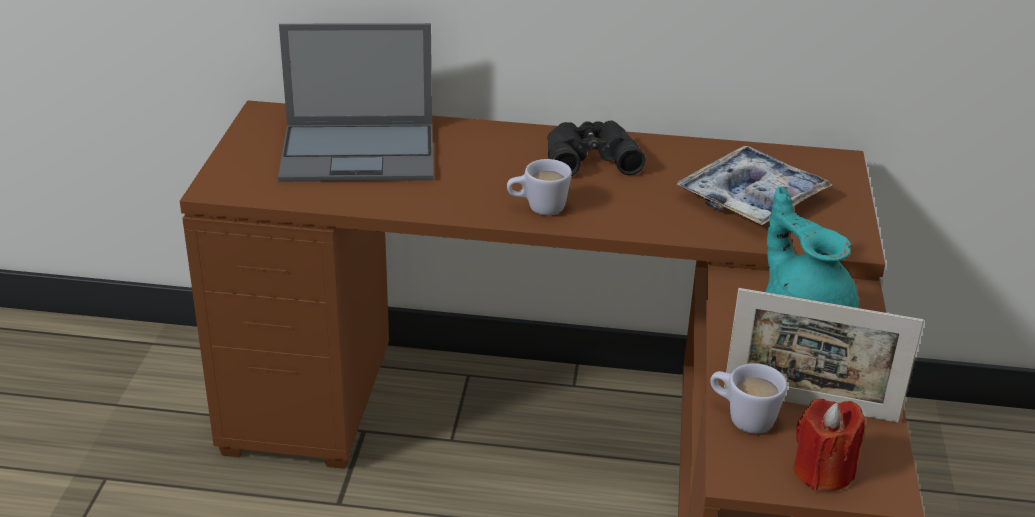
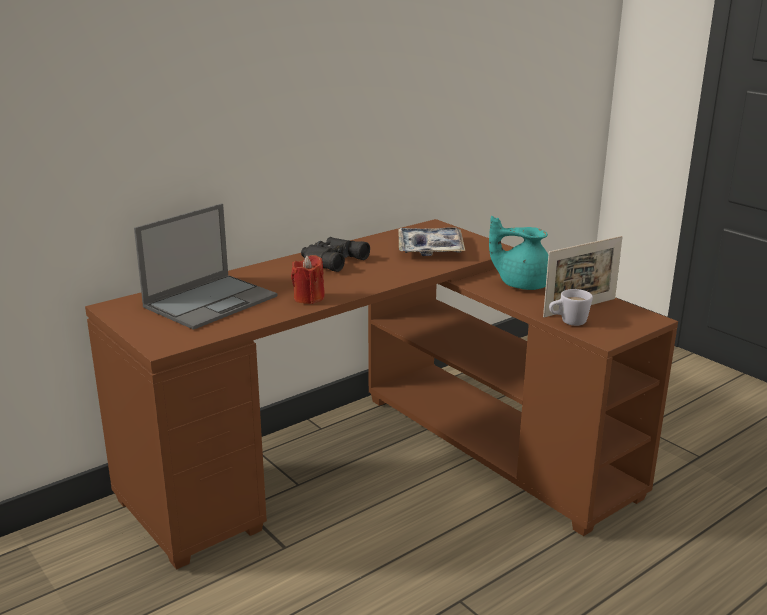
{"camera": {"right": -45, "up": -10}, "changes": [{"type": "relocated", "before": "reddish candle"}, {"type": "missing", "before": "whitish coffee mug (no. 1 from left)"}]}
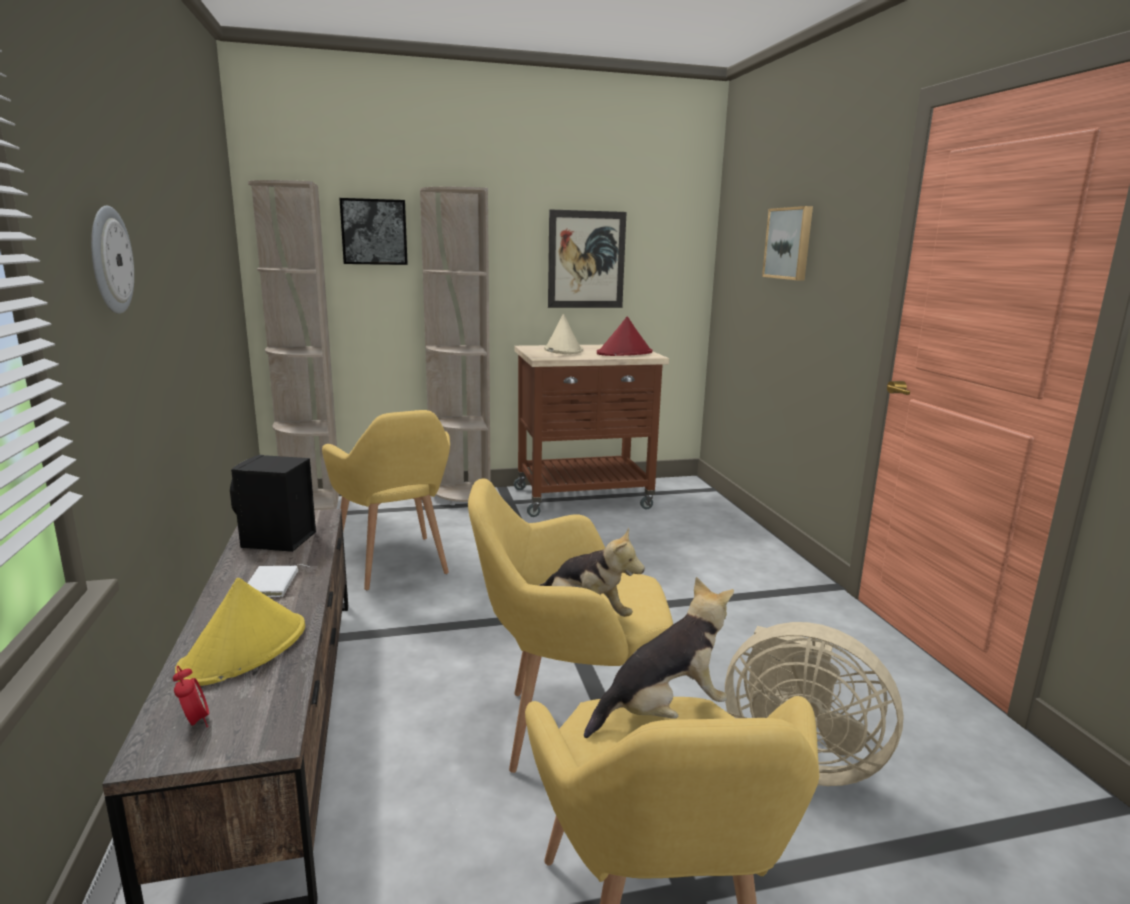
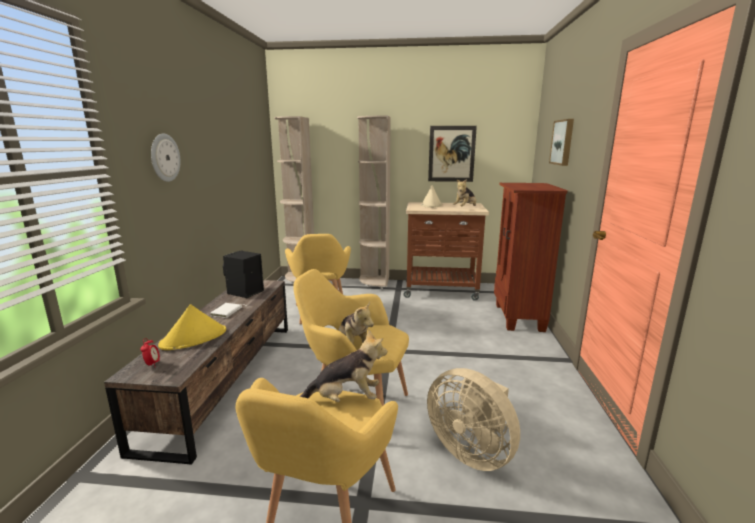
{"camera": {"right": 20, "up": 0}, "changes": [{"type": "exchanged", "before": "reddish hat", "after": "plush toy (no. 3 from left)"}, {"type": "appeared", "after": "brown-coloured cabinet"}, {"type": "missing", "before": "wall picture (no. 1 from left)"}]}
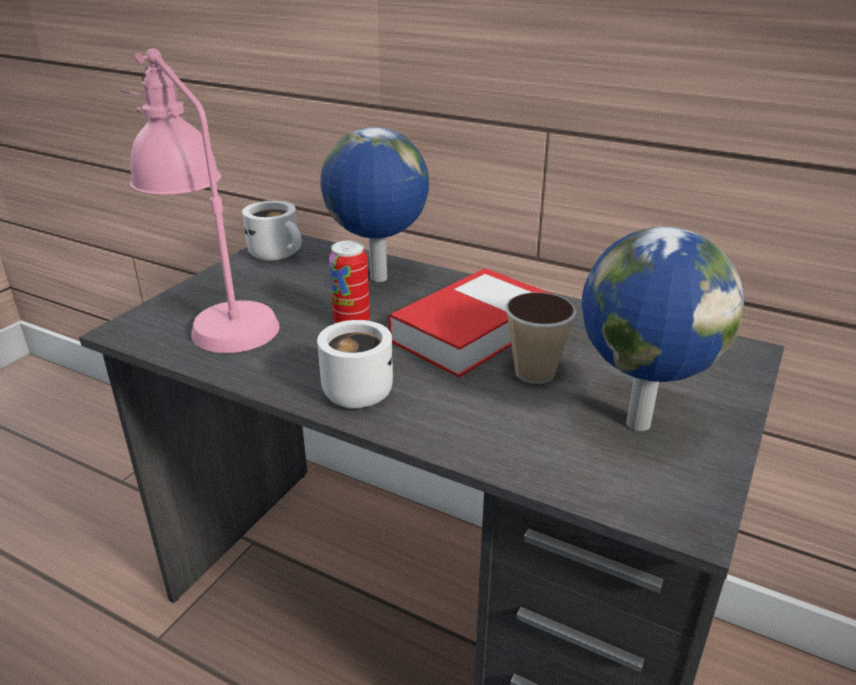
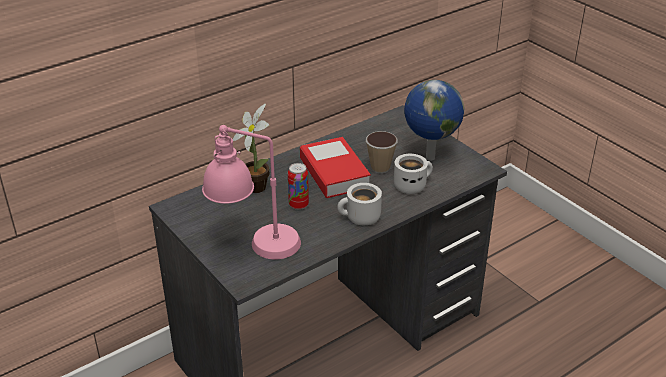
{"camera": {"right": -65, "up": 5}, "changes": [{"type": "exchanged", "before": "desk globe (no. 1 from left)", "after": "potted plant"}, {"type": "relocated", "before": "whitish coffee mug (no. 1 from left in the first image)", "after": "whitish coffee mug (no. 2 from left)"}]}
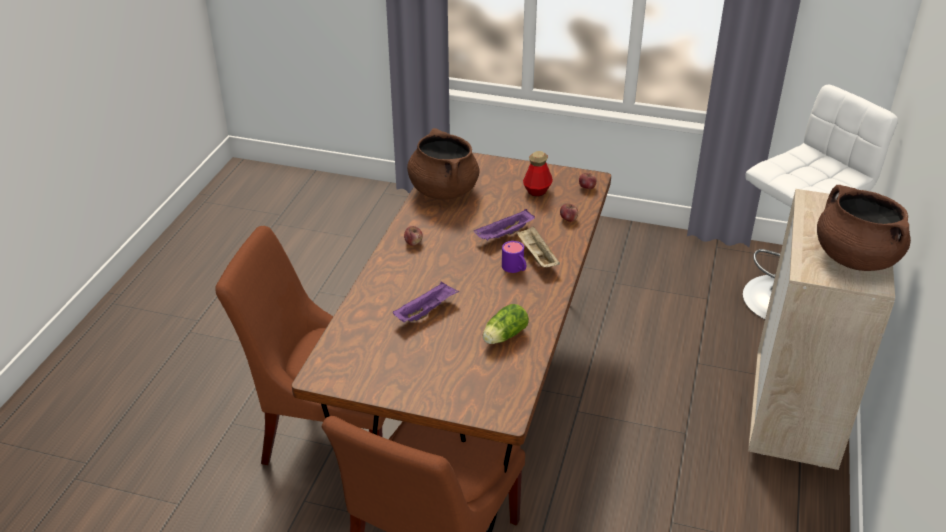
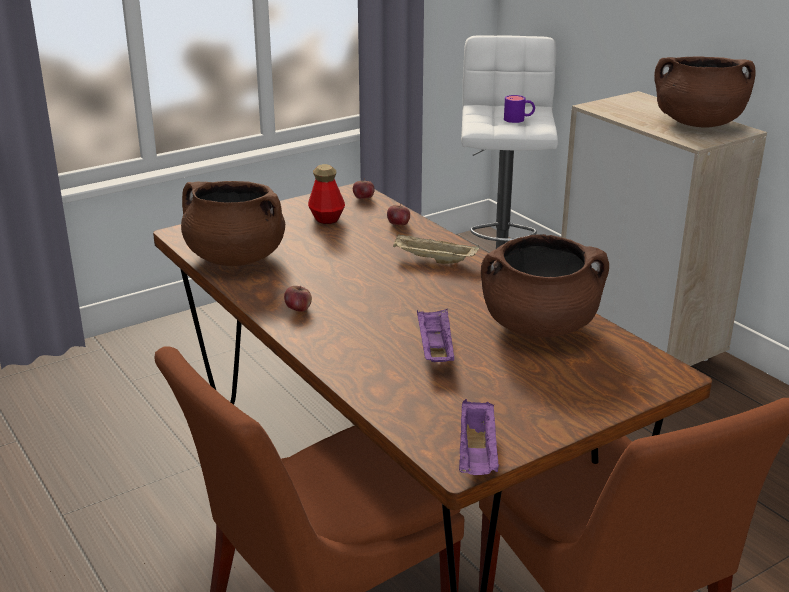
{"camera": {"right": -50, "up": -10}, "changes": [{"type": "relocated", "before": "purplish serving tray (no. 2 from left)"}, {"type": "exchanged", "before": "lettuce", "after": "brown-coloured cooking pot (no. 2 from left)"}, {"type": "relocated", "before": "purplish coffee mug"}]}
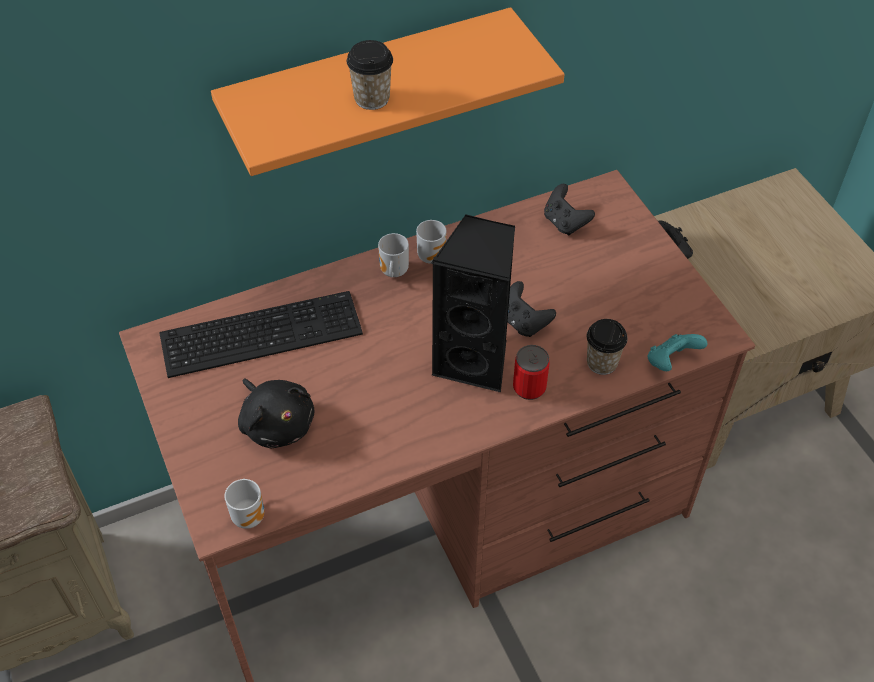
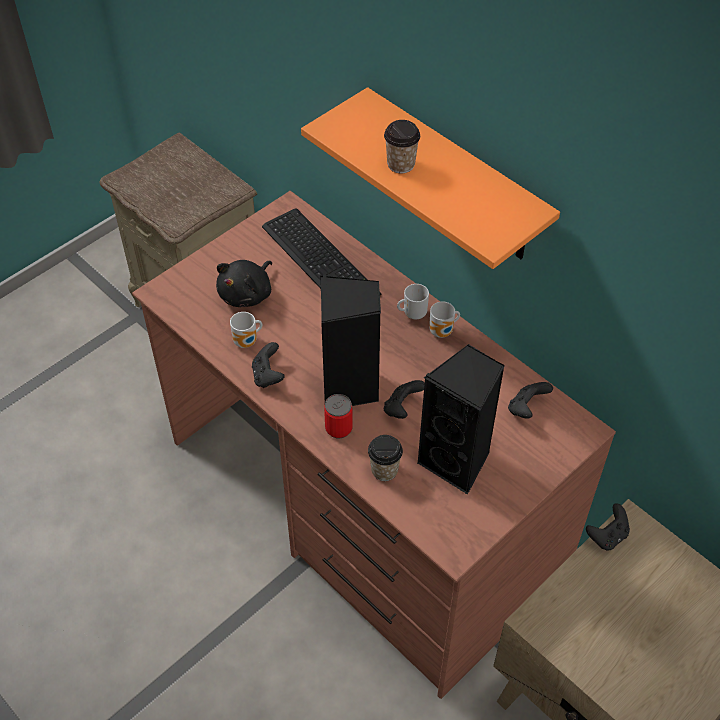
{"camera": {"right": 70, "up": 0}, "changes": [{"type": "relocated", "before": "coffee mug (no. 1 from left)"}, {"type": "appeared", "after": "black-coloured game controller (no. 1 from left)"}, {"type": "appeared", "after": "black-coloured audio speaker (no. 2 from left)"}, {"type": "missing", "before": "turquoise game controller"}]}
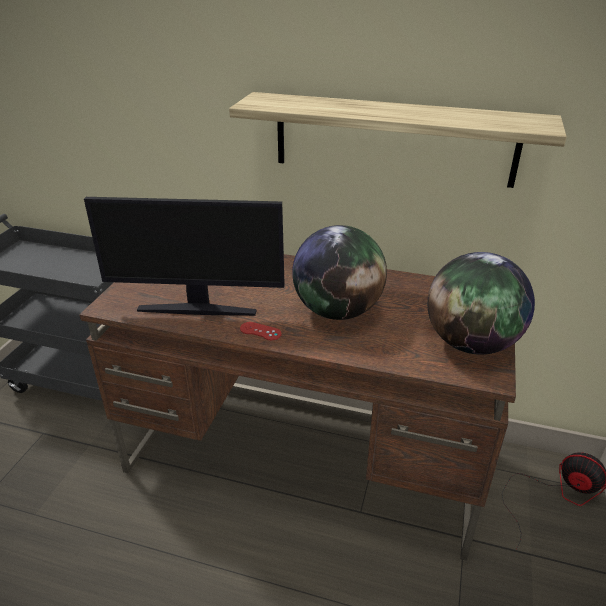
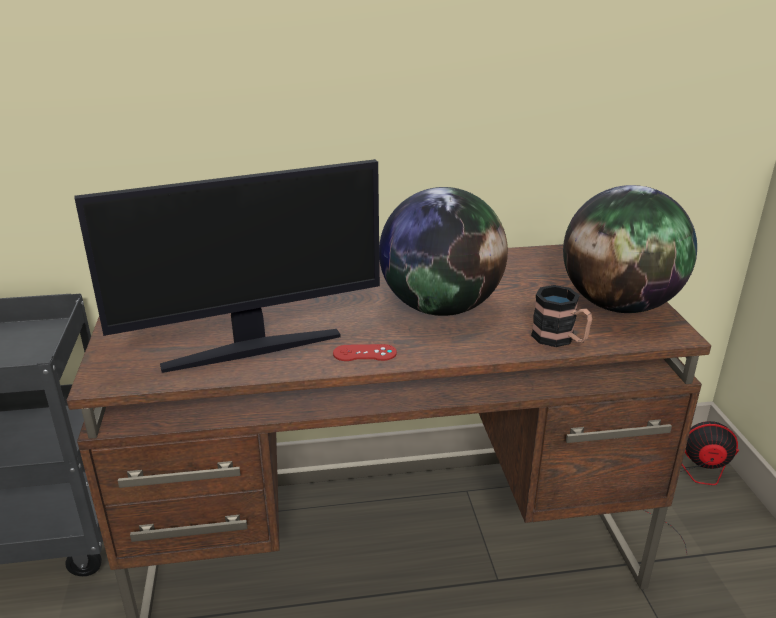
{"camera": {"right": -25, "up": -5}, "changes": [{"type": "appeared", "after": "coffee mug"}, {"type": "missing", "before": "shelf"}]}
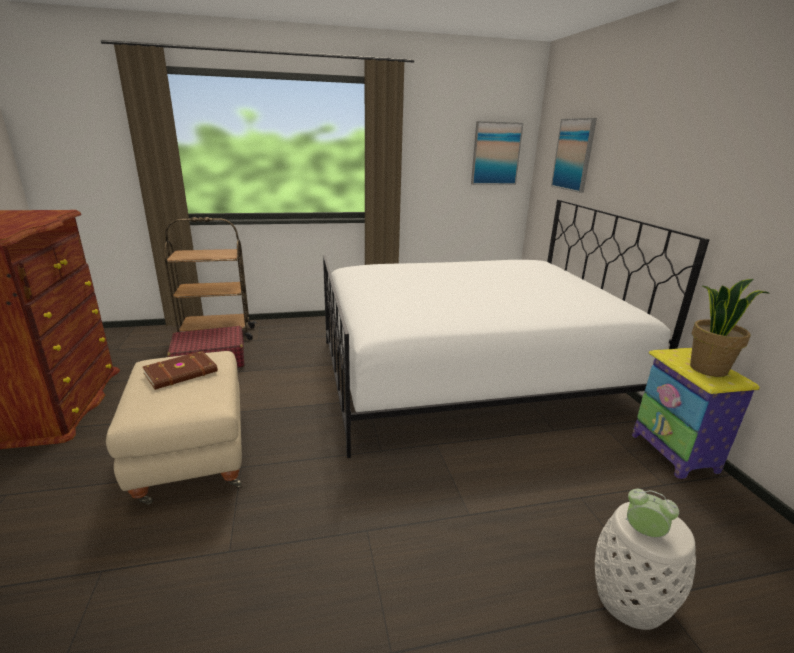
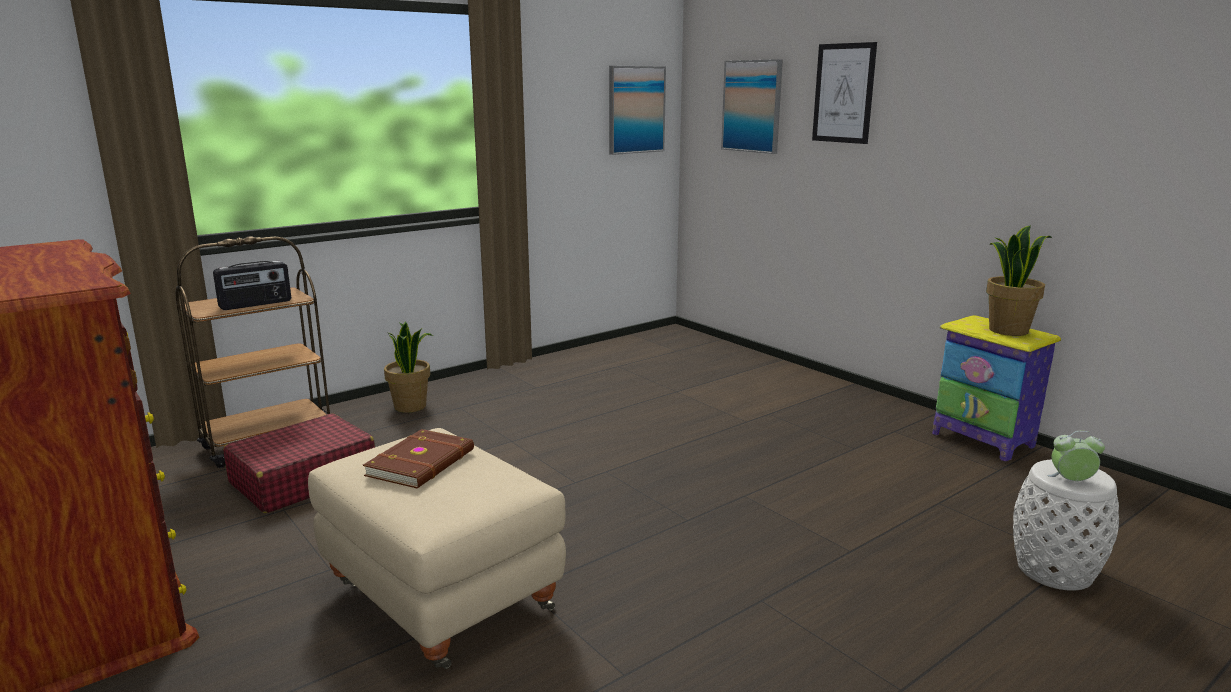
{"camera": {"right": -25, "up": -5}, "changes": [{"type": "appeared", "after": "radio receiver"}, {"type": "appeared", "after": "potted plant (no. 1 from left)"}, {"type": "appeared", "after": "wall picture (no. 3 from left)"}, {"type": "missing", "before": "whitish sleeping bed"}]}
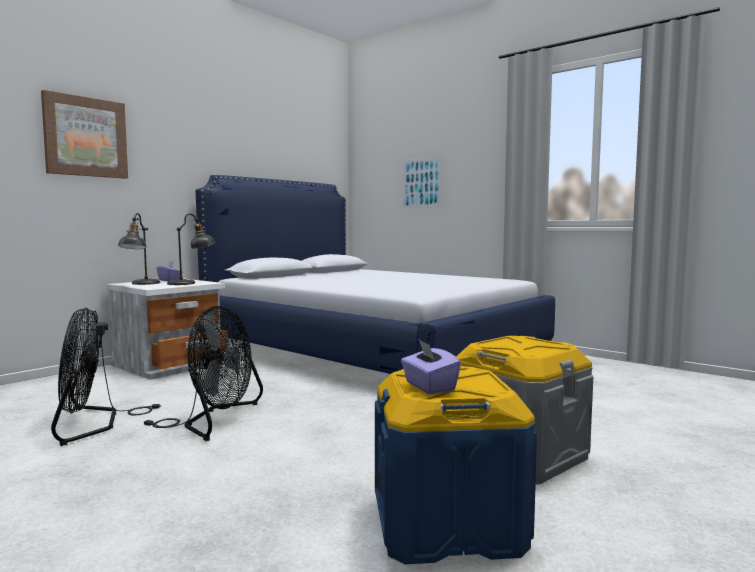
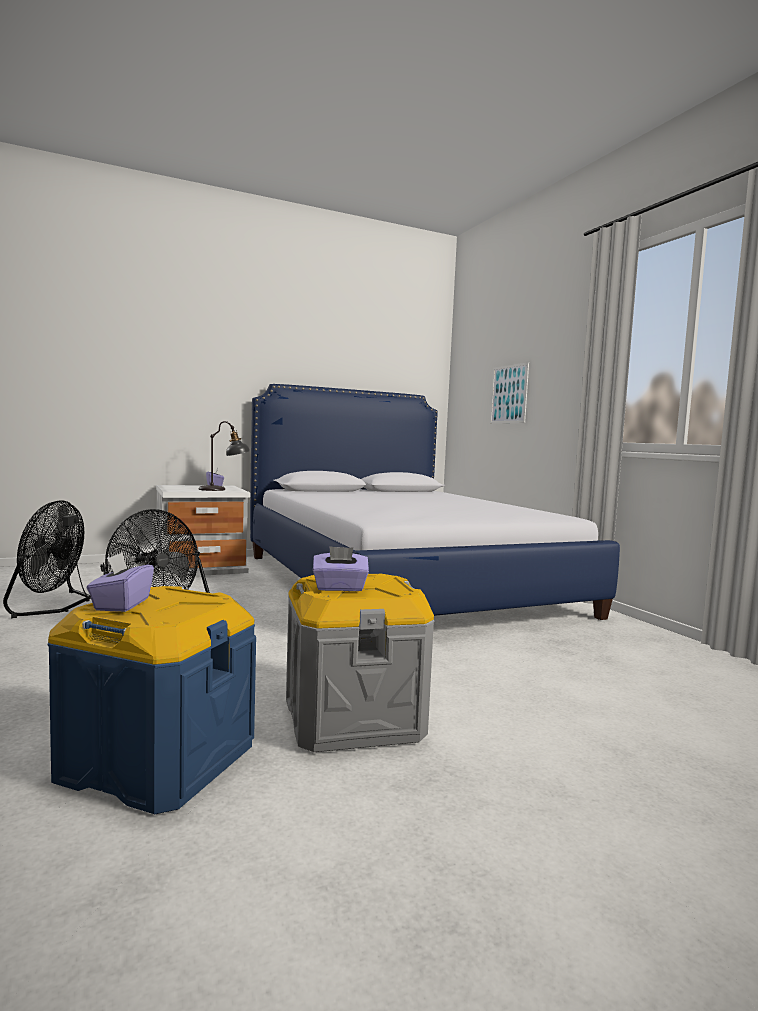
{"camera": {"right": 25, "up": 0}, "changes": [{"type": "appeared", "after": "purplish tissue holder (no. 3 from left)"}, {"type": "missing", "before": "wall picture (no. 1 from left)"}, {"type": "missing", "before": "grey lamp for a table (no. 1 from left)"}]}
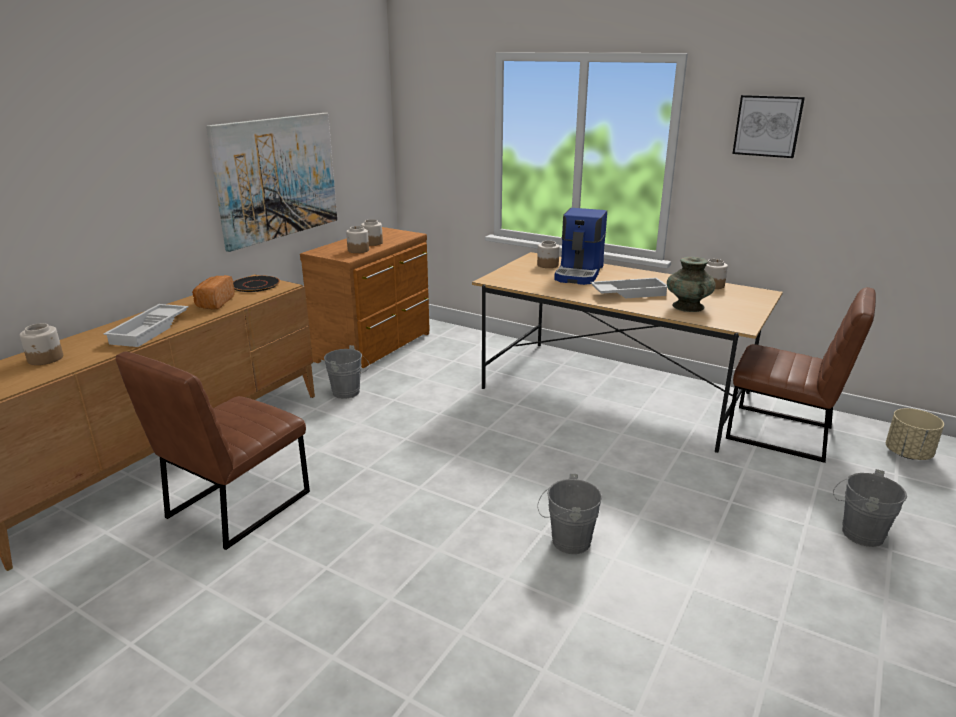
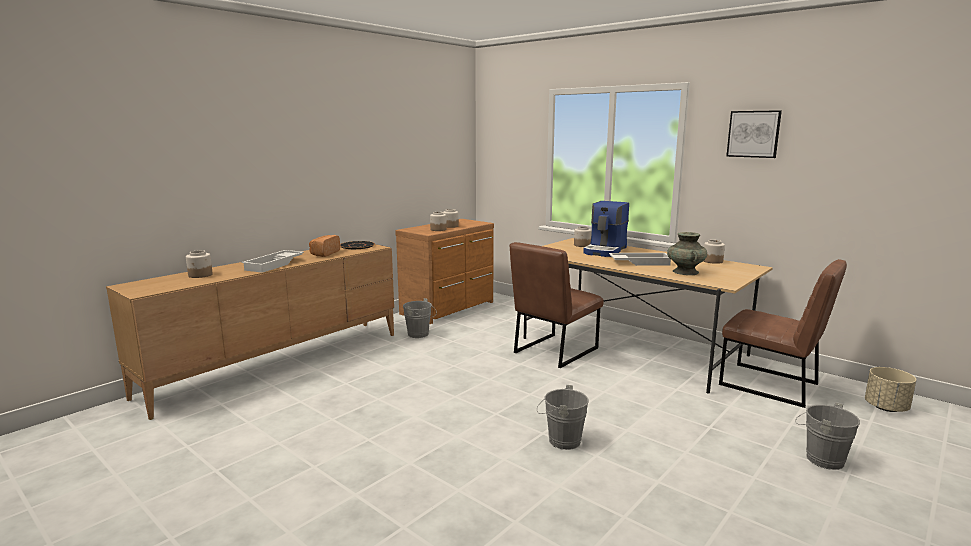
{"camera": {"right": 10, "up": -10}, "changes": [{"type": "relocated", "before": "brown-coloured plain chair (no. 1 from left)"}, {"type": "missing", "before": "wall picture (no. 1 from left)"}]}
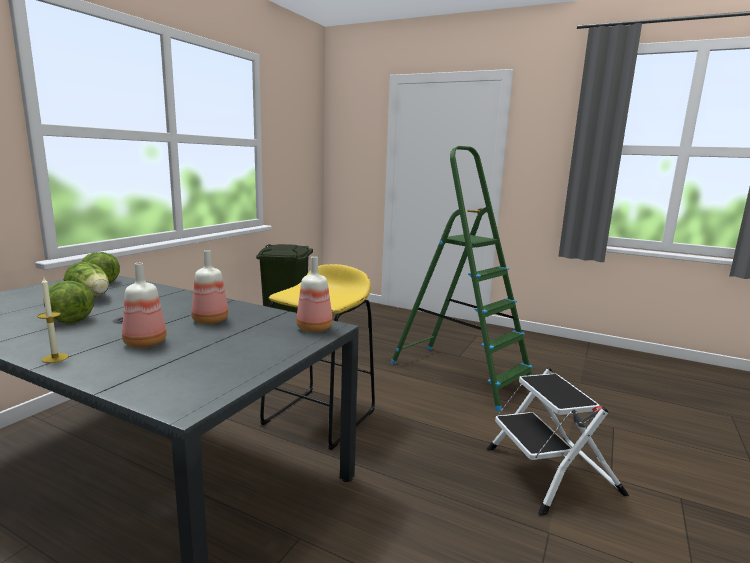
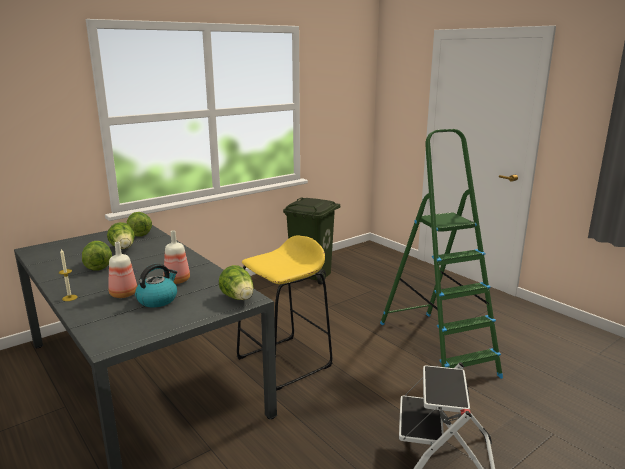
{"camera": {"right": 25, "up": 5}, "changes": [{"type": "appeared", "after": "water kettle"}, {"type": "exchanged", "before": "drink bottle (no. 3 from left)", "after": "lettuce (no. 4 from left)"}]}
